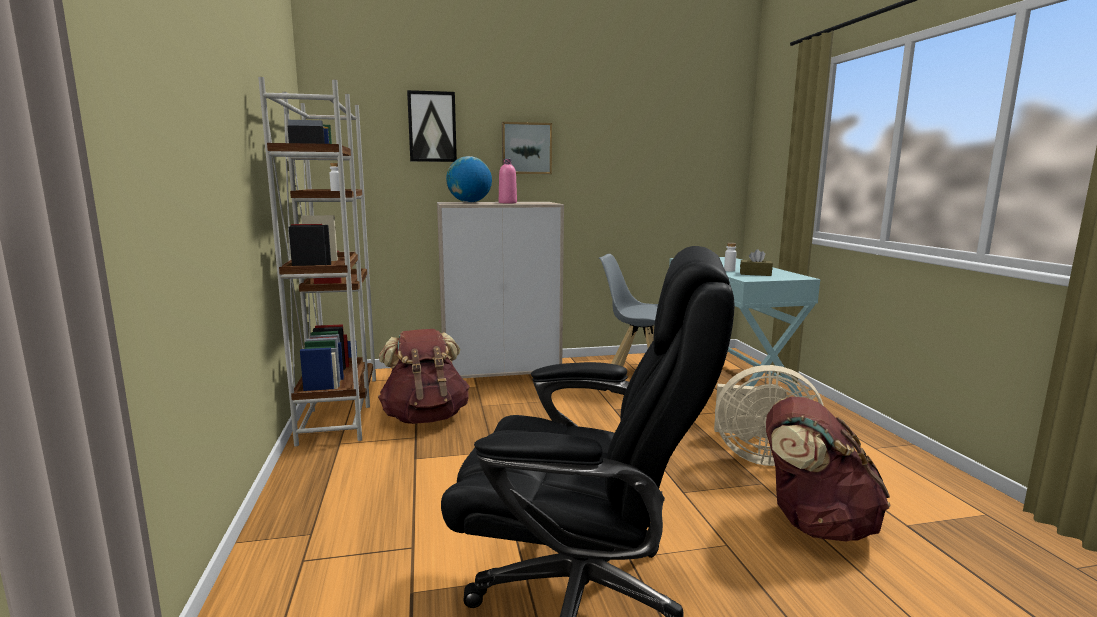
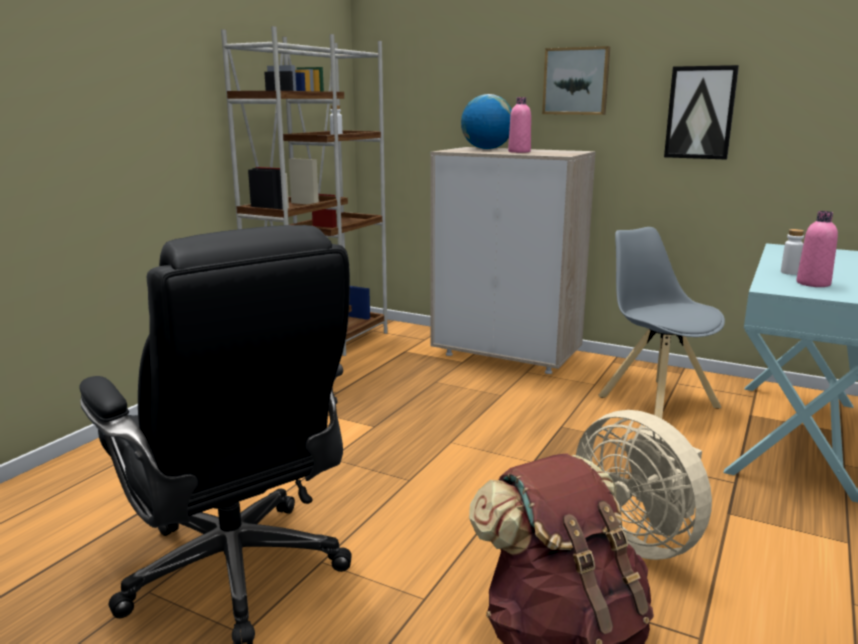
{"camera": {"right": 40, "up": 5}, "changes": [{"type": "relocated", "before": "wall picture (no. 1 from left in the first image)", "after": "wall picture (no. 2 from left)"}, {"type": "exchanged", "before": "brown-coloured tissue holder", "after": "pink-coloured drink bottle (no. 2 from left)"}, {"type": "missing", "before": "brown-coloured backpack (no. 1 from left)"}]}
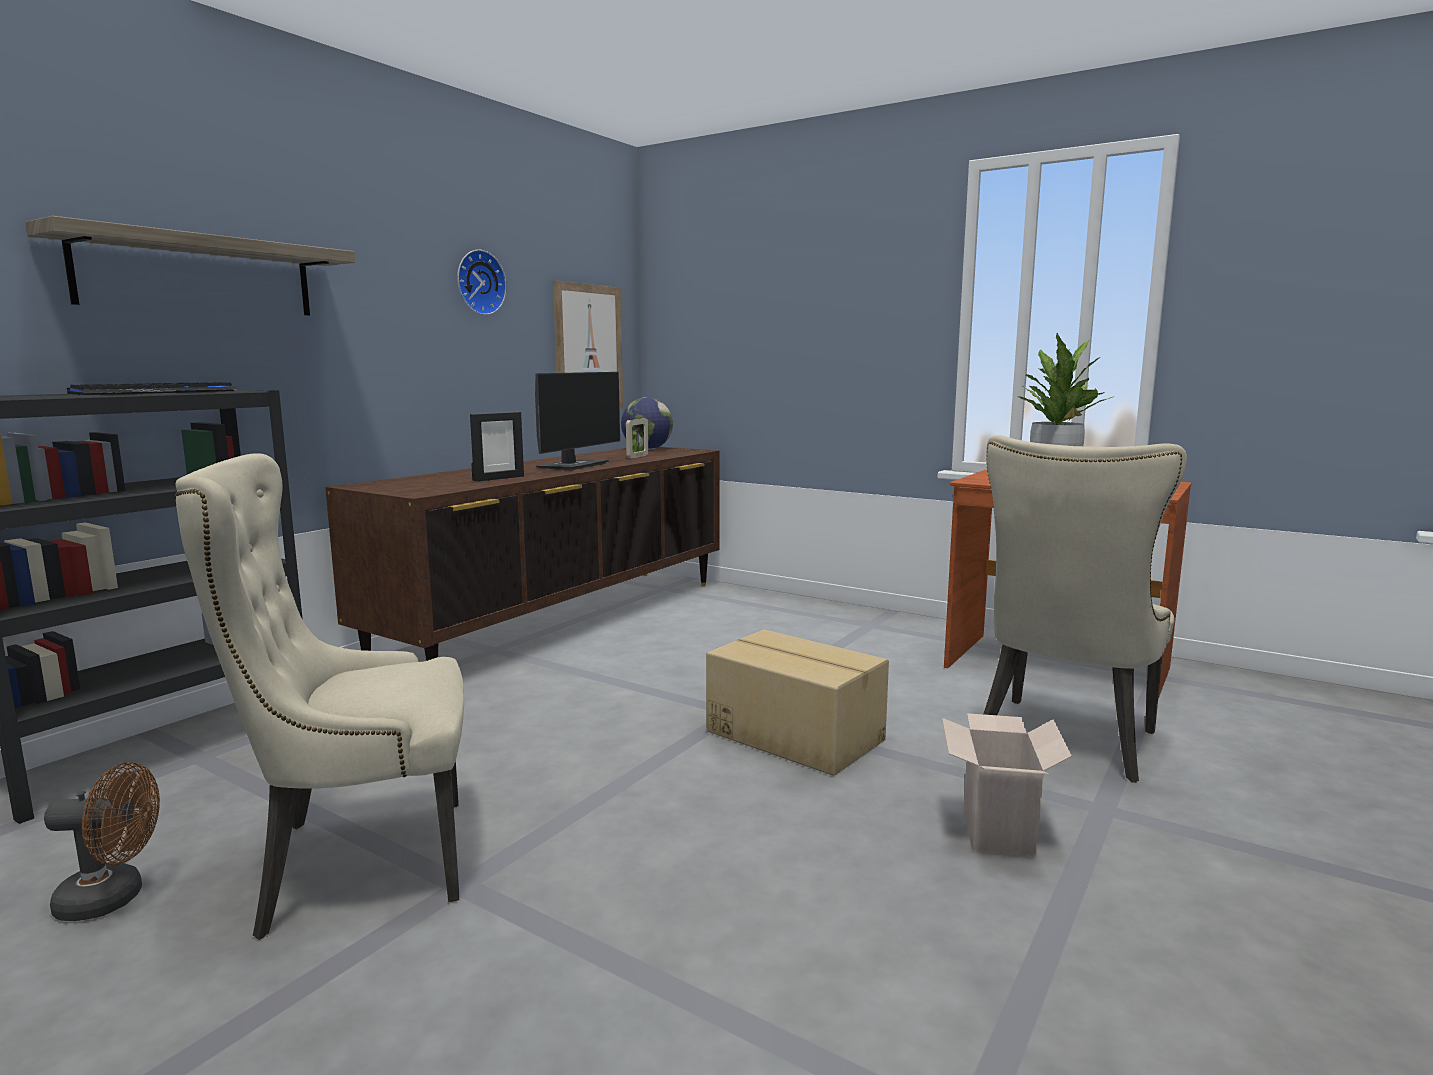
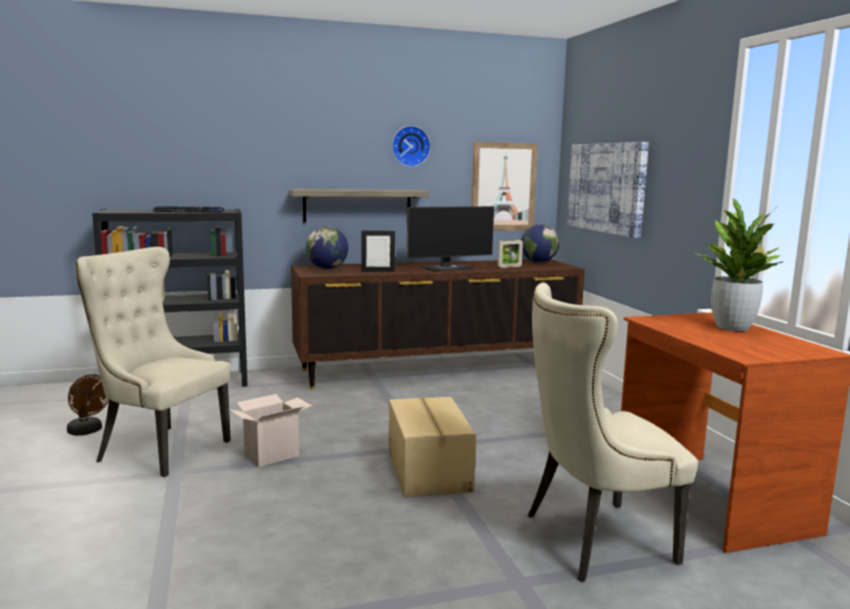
{"camera": {"right": 40, "up": 0}, "changes": [{"type": "relocated", "before": "packing box (no. 2 from left in the first image)", "after": "packing box (no. 1 from left)"}, {"type": "relocated", "before": "shelf"}, {"type": "appeared", "after": "desk globe (no. 1 from left)"}, {"type": "appeared", "after": "wall picture (no. 2 from left)"}]}
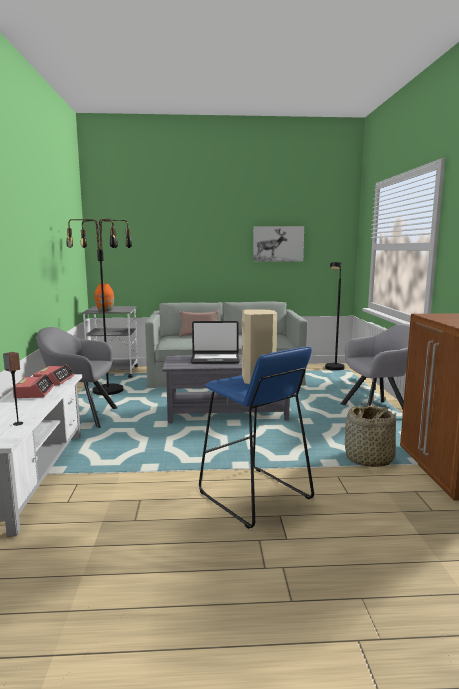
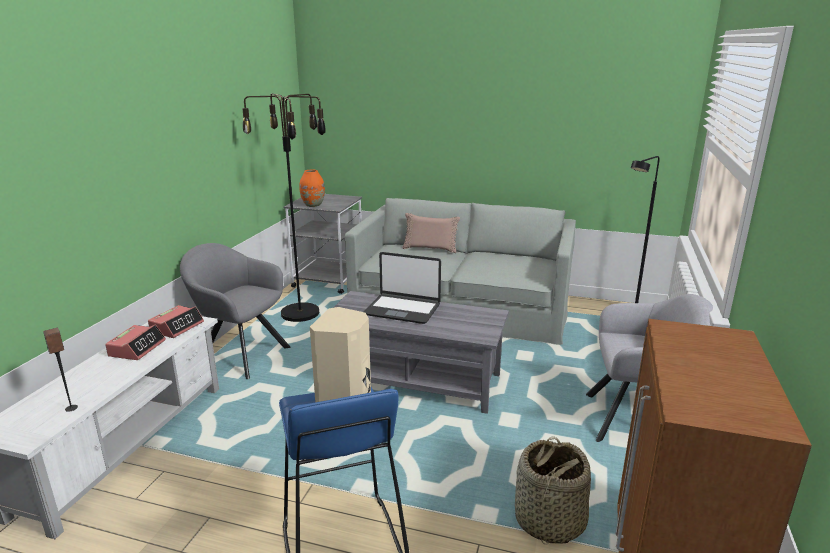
{"camera": {"right": 20, "up": 10}, "changes": [{"type": "missing", "before": "wall picture"}]}
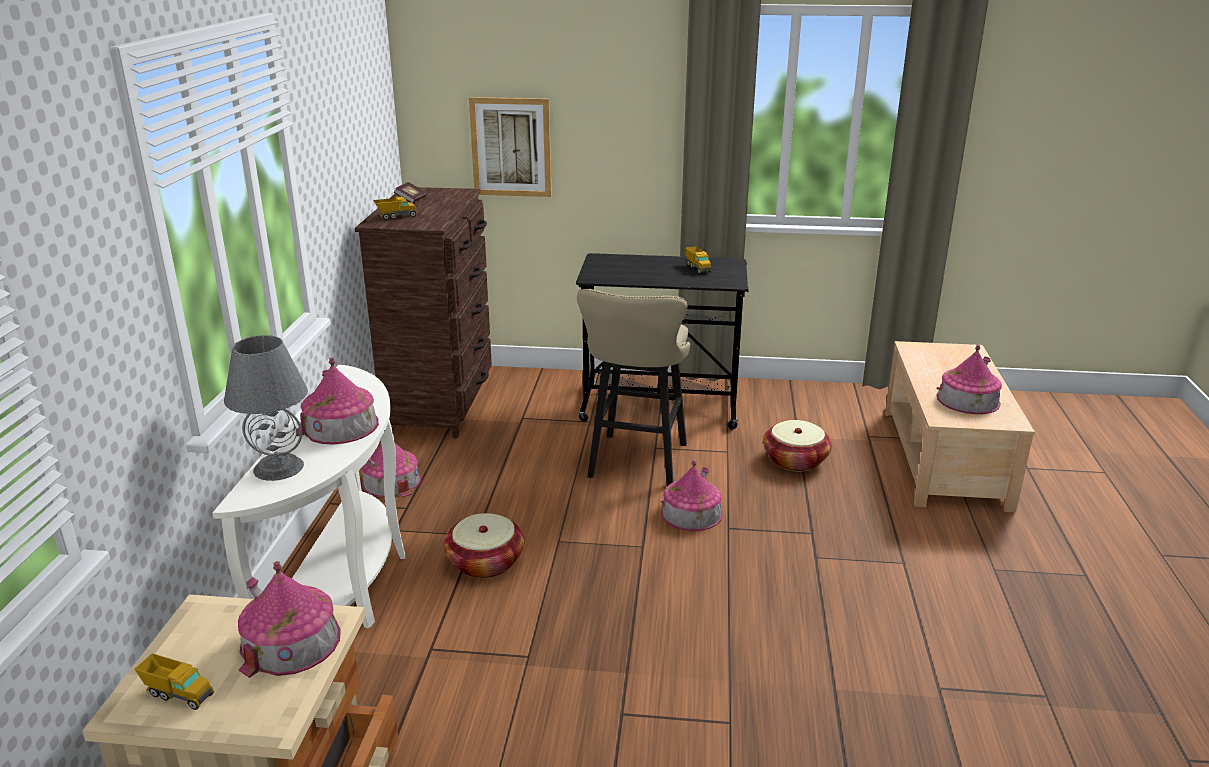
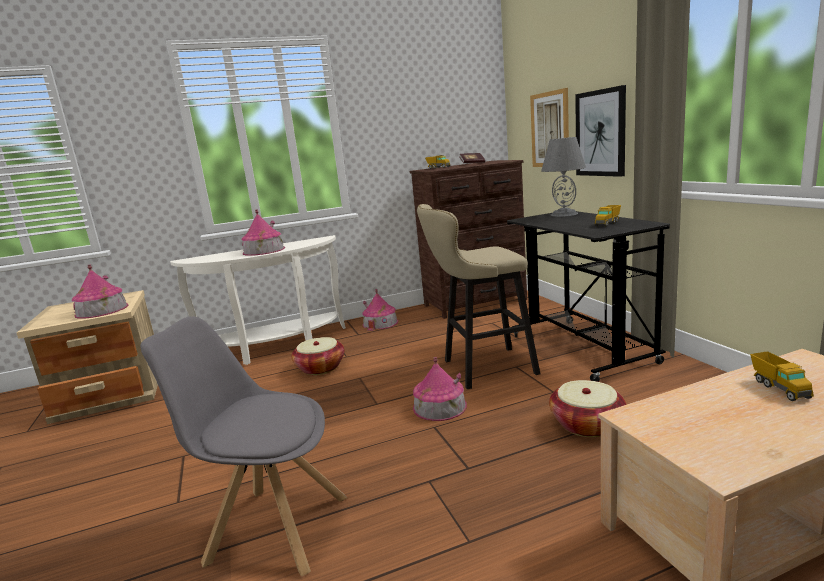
{"camera": {"right": 65, "up": -10}, "changes": [{"type": "appeared", "after": "grey plain chair"}, {"type": "relocated", "before": "grey lamp for a table"}, {"type": "appeared", "after": "wall picture (no. 2 from left)"}, {"type": "relocated", "before": "model truck (no. 1 from left in the first image)", "after": "model truck (no. 3 from left)"}, {"type": "missing", "before": "miniature house (no. 5 from left)"}]}
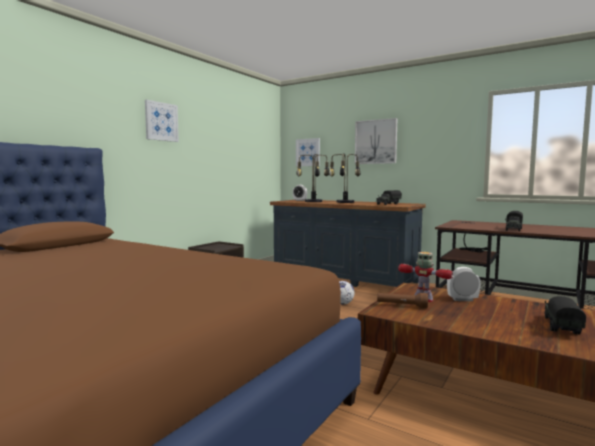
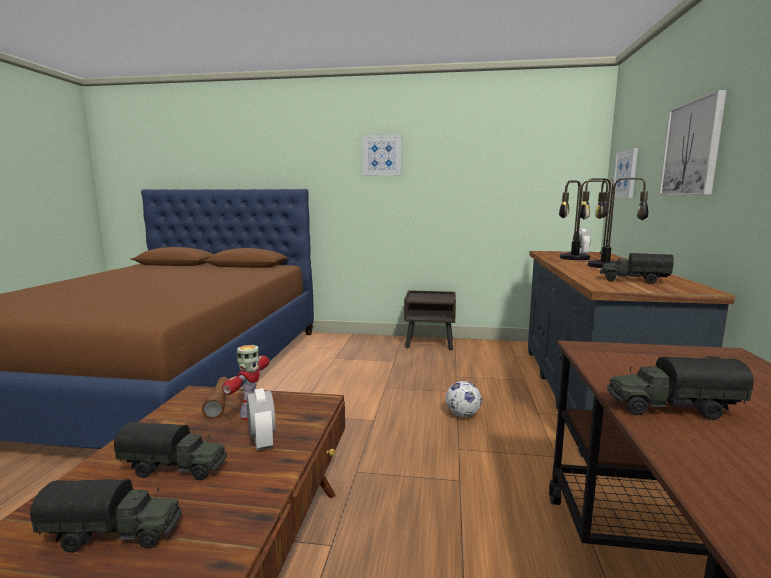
{"camera": {"right": 65, "up": 5}, "changes": [{"type": "appeared", "after": "model truck (no. 2 from left)"}]}
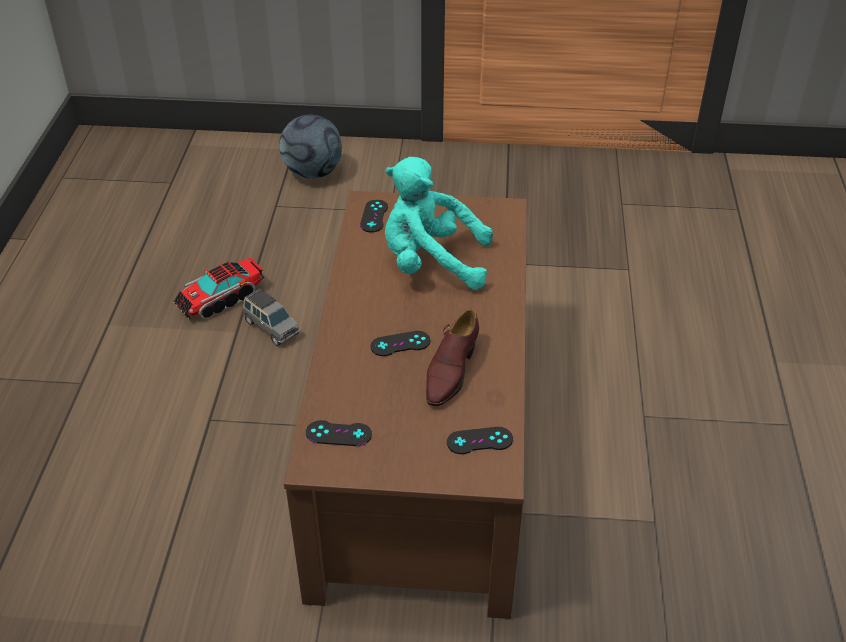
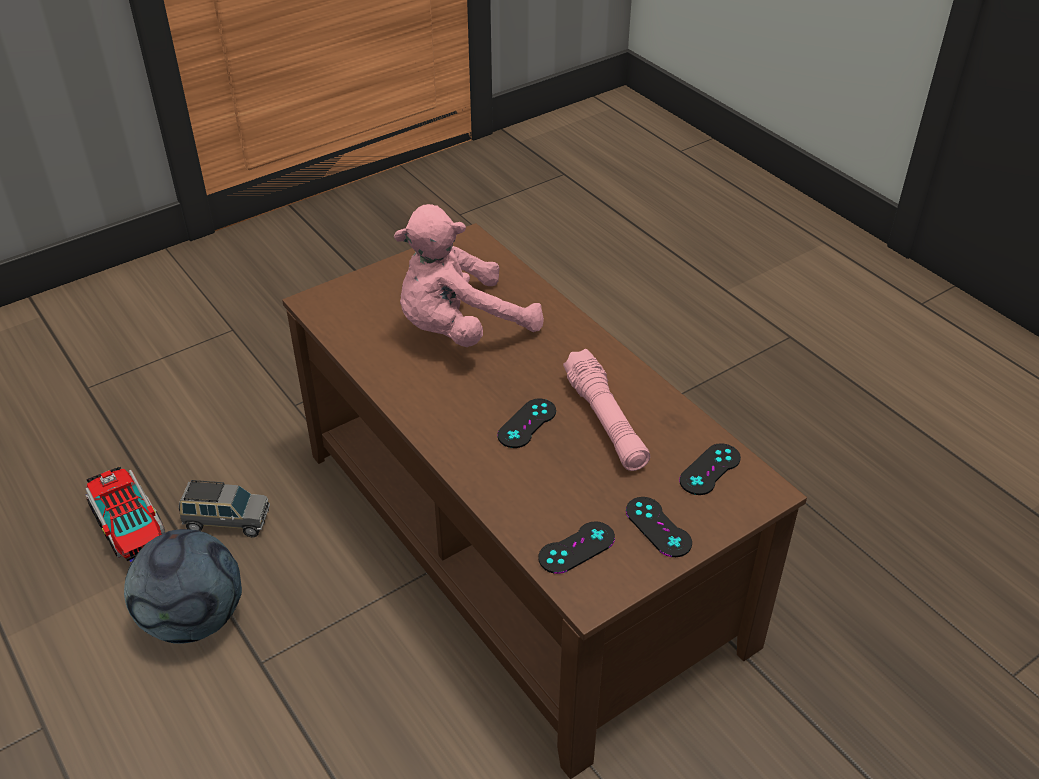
{"camera": {"right": -40, "up": 0}, "changes": [{"type": "spun", "before": "model truck", "turn": 135}, {"type": "relocated", "before": "ball for football"}, {"type": "colour", "before": "turquoise plush toy", "after": "pink-coloured plush toy"}, {"type": "exchanged", "before": "brown-coloured shoe", "after": "pink-coloured hand torch"}, {"type": "relocated", "before": "black-coloured game controller (no. 2 from left in the first image)", "after": "black-coloured game controller (no. 3 from left)"}]}
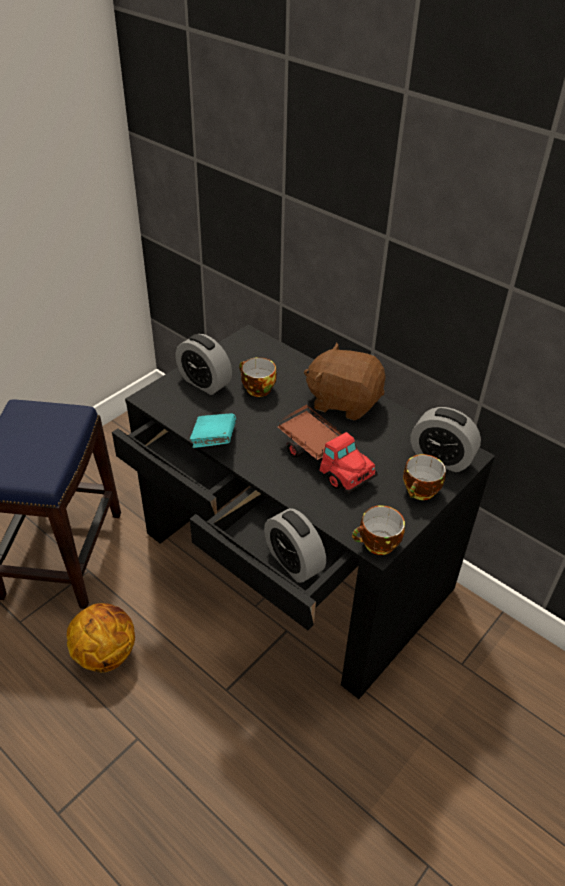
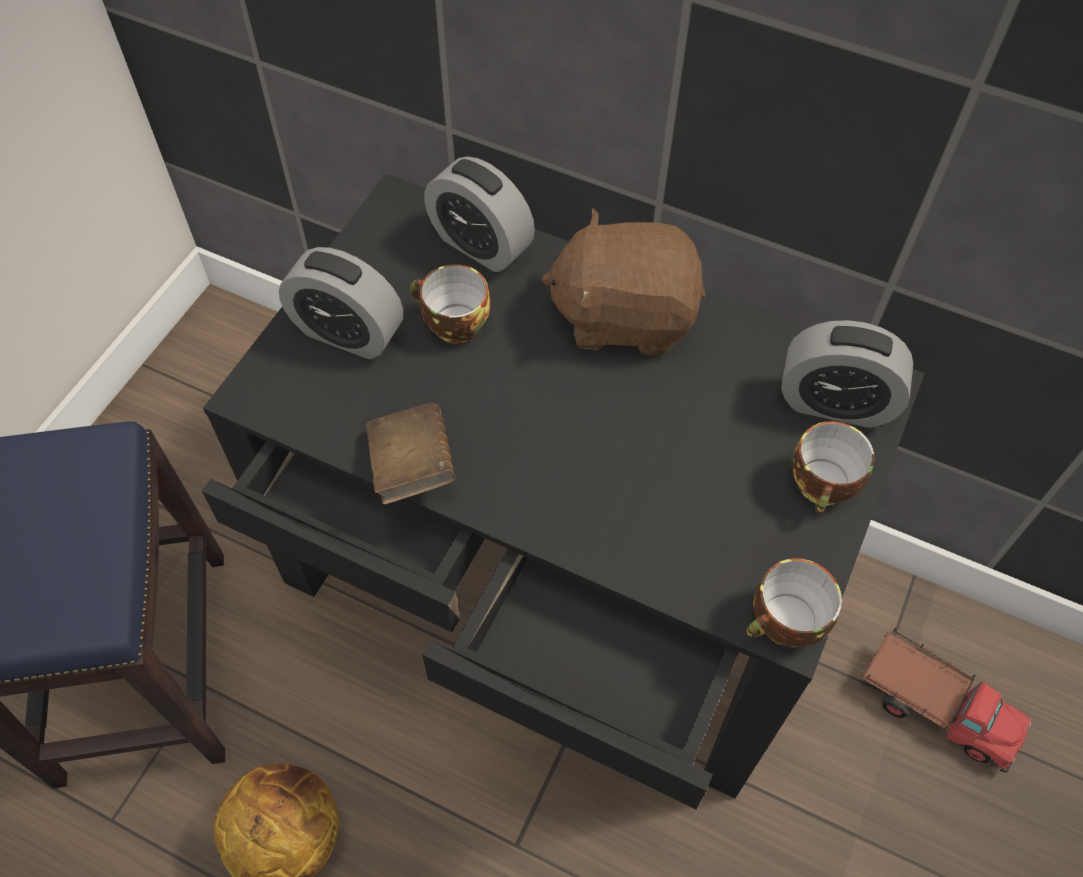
{"camera": {"right": -15, "up": 15}, "changes": [{"type": "colour", "before": "turquoise book", "after": "brown-coloured book"}, {"type": "relocated", "before": "table clock (no. 2 from left)"}, {"type": "relocated", "before": "model truck"}]}
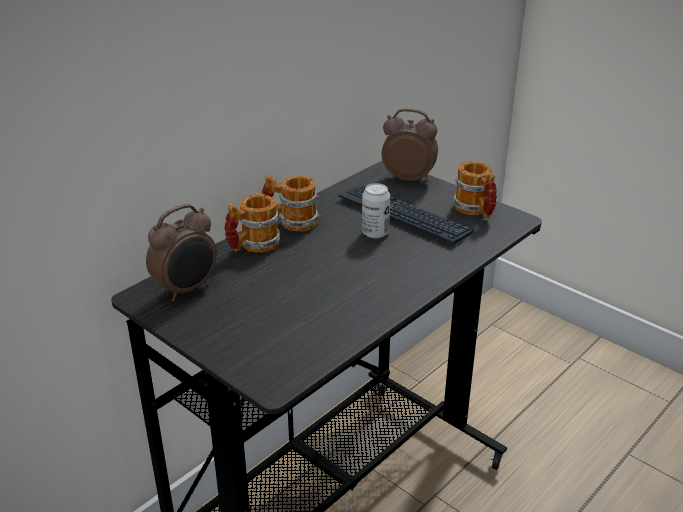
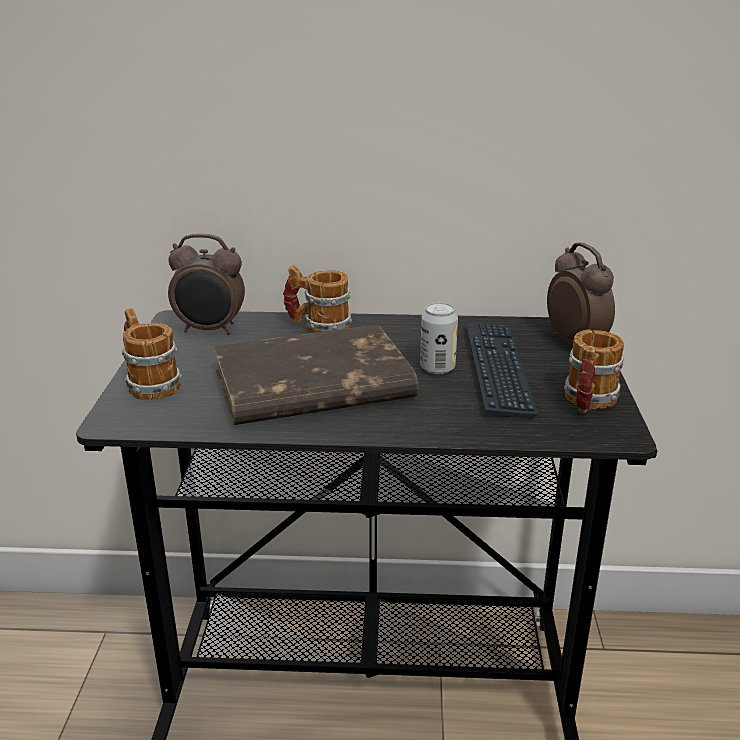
{"camera": {"right": 50, "up": -5}, "changes": [{"type": "relocated", "before": "coffee mug (no. 2 from left in the first image)", "after": "coffee mug (no. 1 from left)"}, {"type": "appeared", "after": "brown-coloured book"}]}
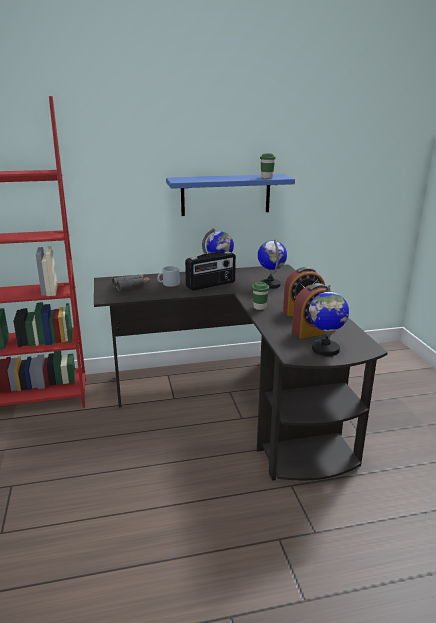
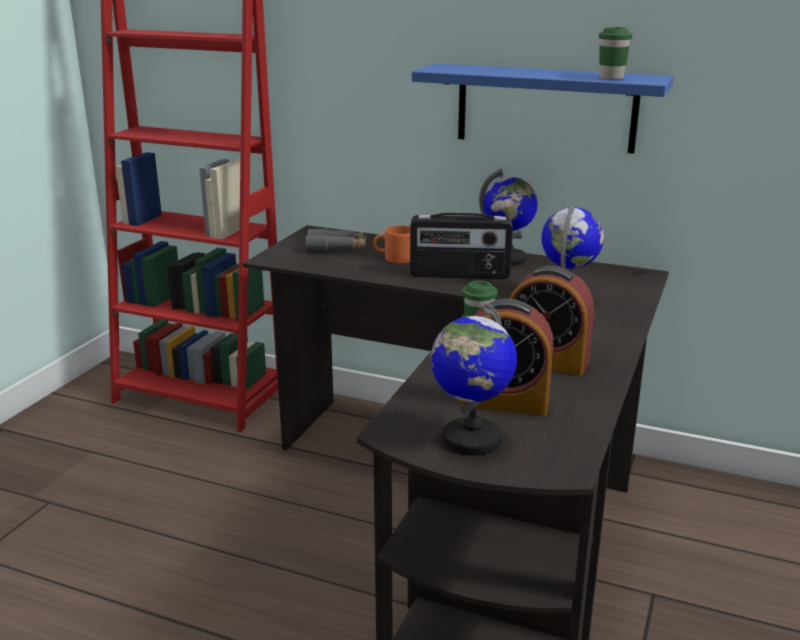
{"camera": {"right": 35, "up": 0}, "changes": [{"type": "colour", "before": "grey coffee mug", "after": "orange-coloured coffee mug"}]}
